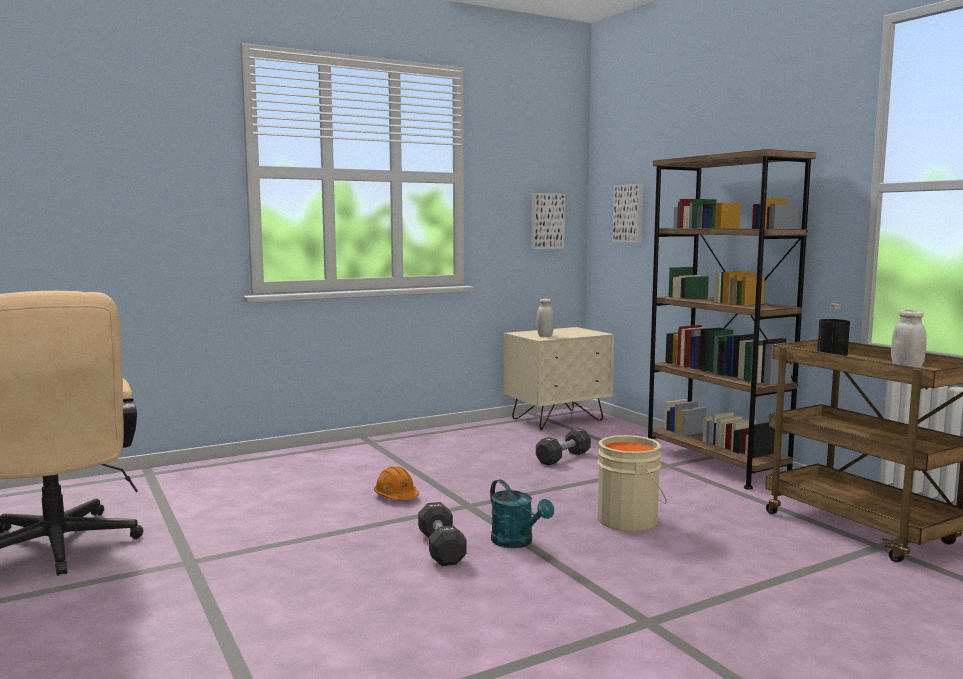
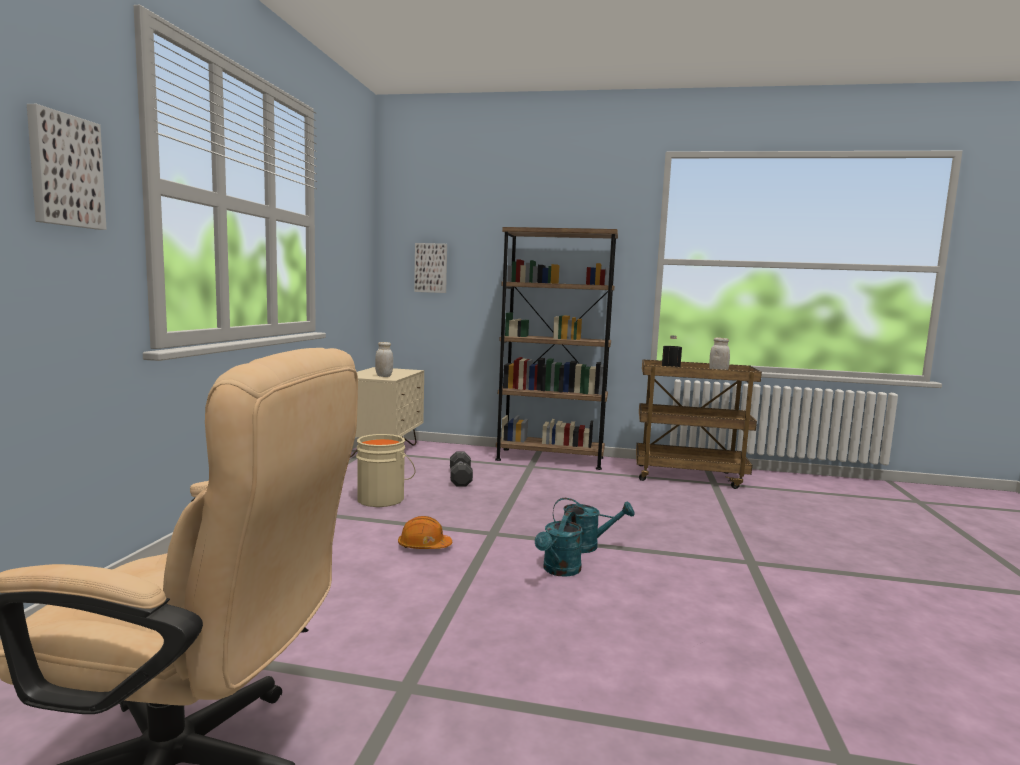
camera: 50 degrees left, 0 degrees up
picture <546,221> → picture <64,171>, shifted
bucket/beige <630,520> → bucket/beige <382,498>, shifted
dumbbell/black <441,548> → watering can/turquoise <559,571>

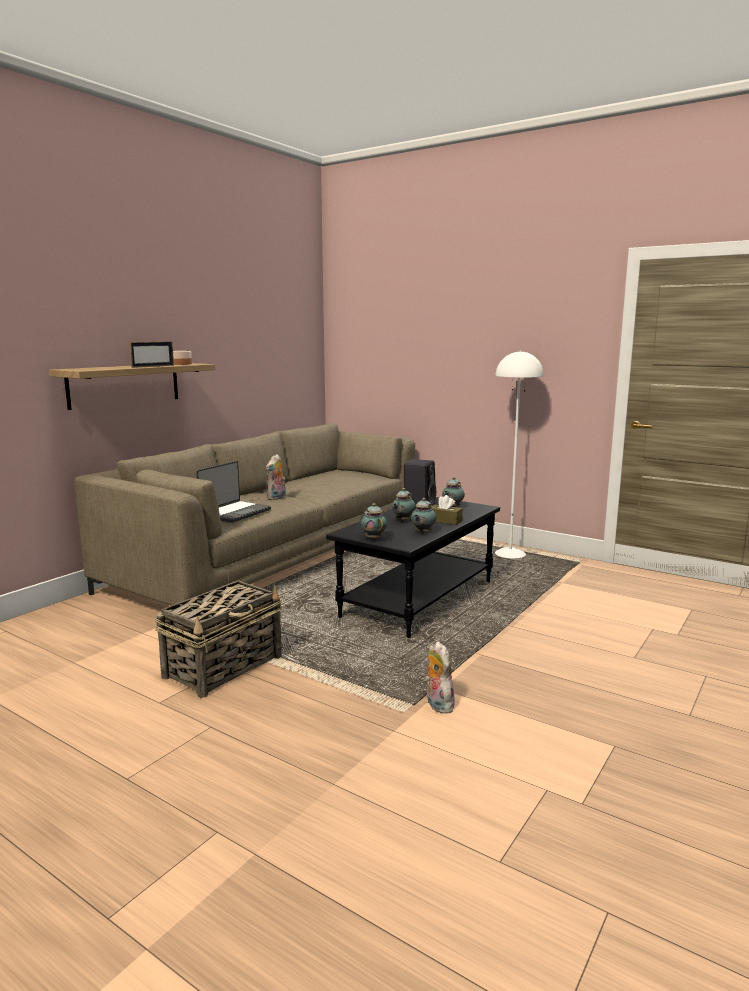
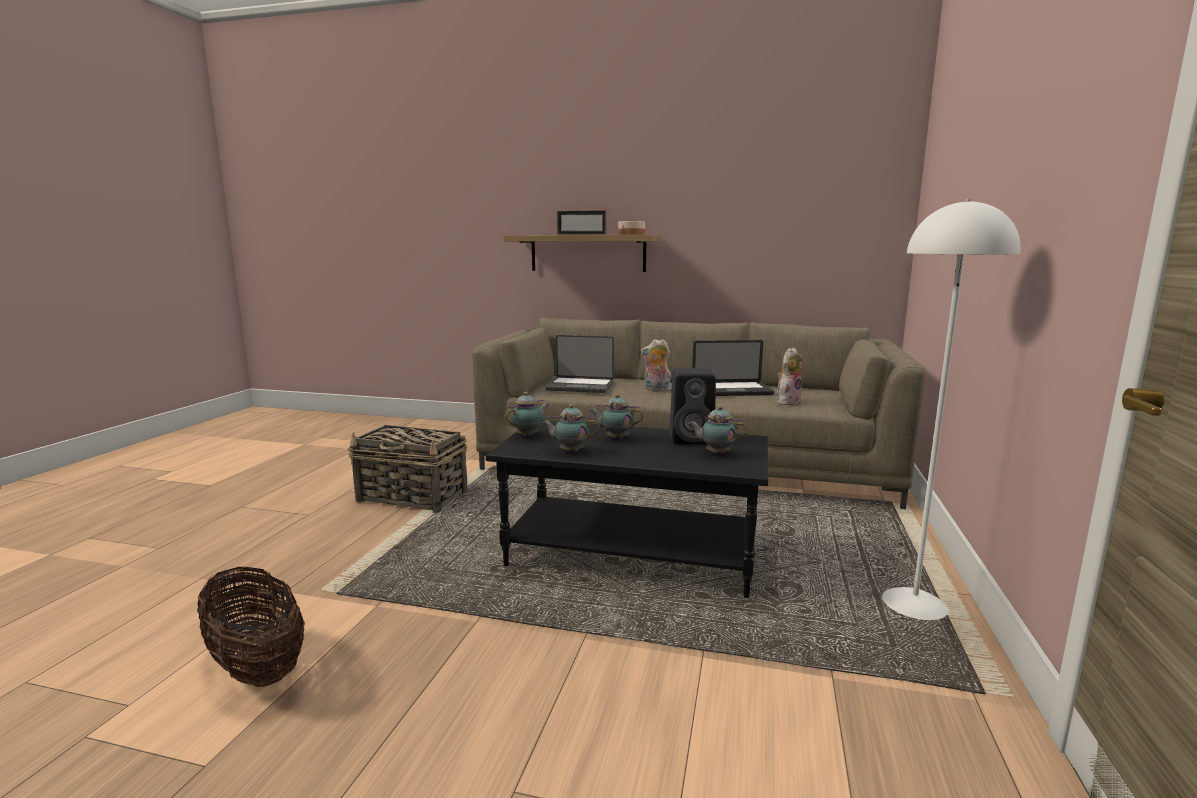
camera: 70 degrees right, 0 degrees up
tissue box/brown <445,521> → -
- → basket <257,666>
- → laptop <732,390>
plush toy <437,704> → plush toy <787,402>, shifted

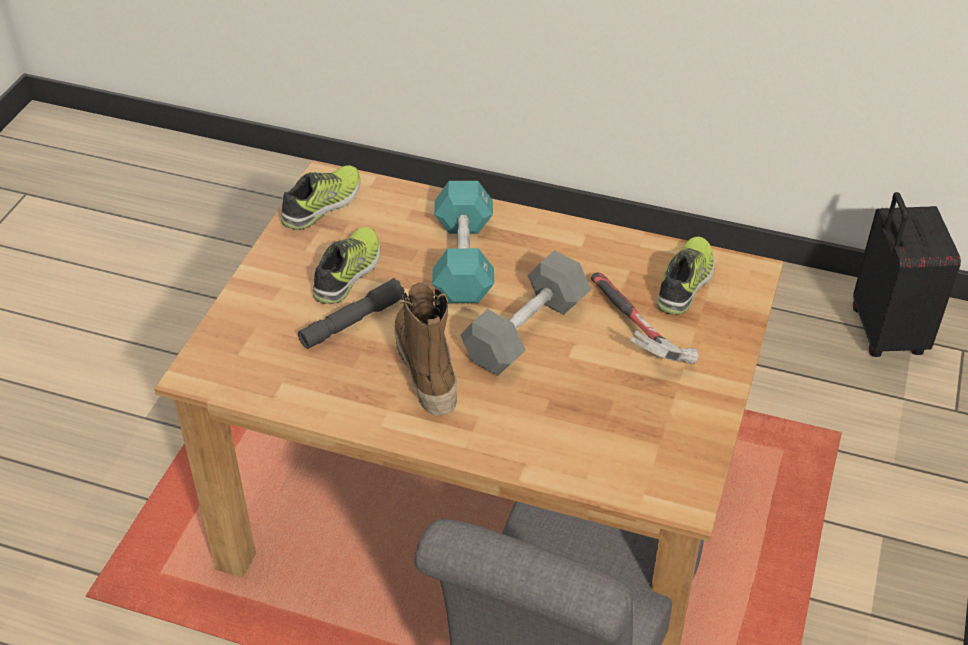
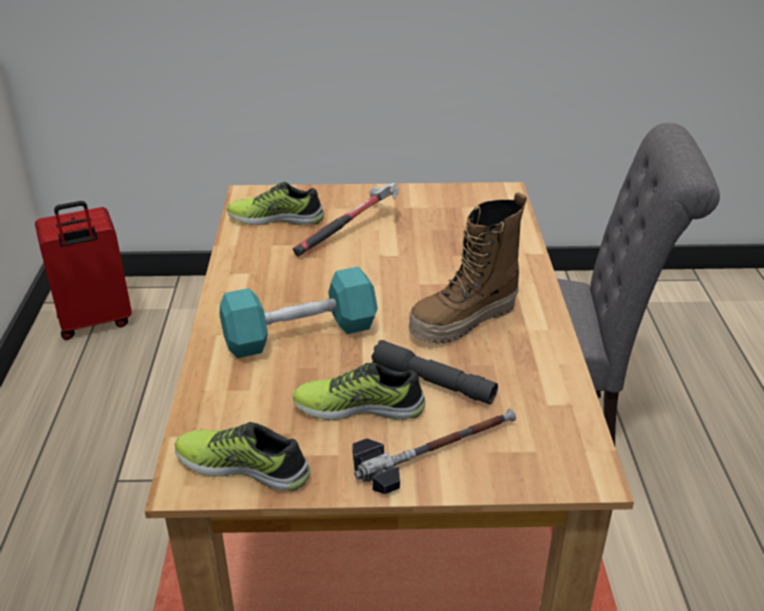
camera: 110 degrees left, 10 degrees down
dumbbell/grey <526,331> → -
- → hammer <436,449>
suitcase/black <884,333> → suitcase/red <95,322>

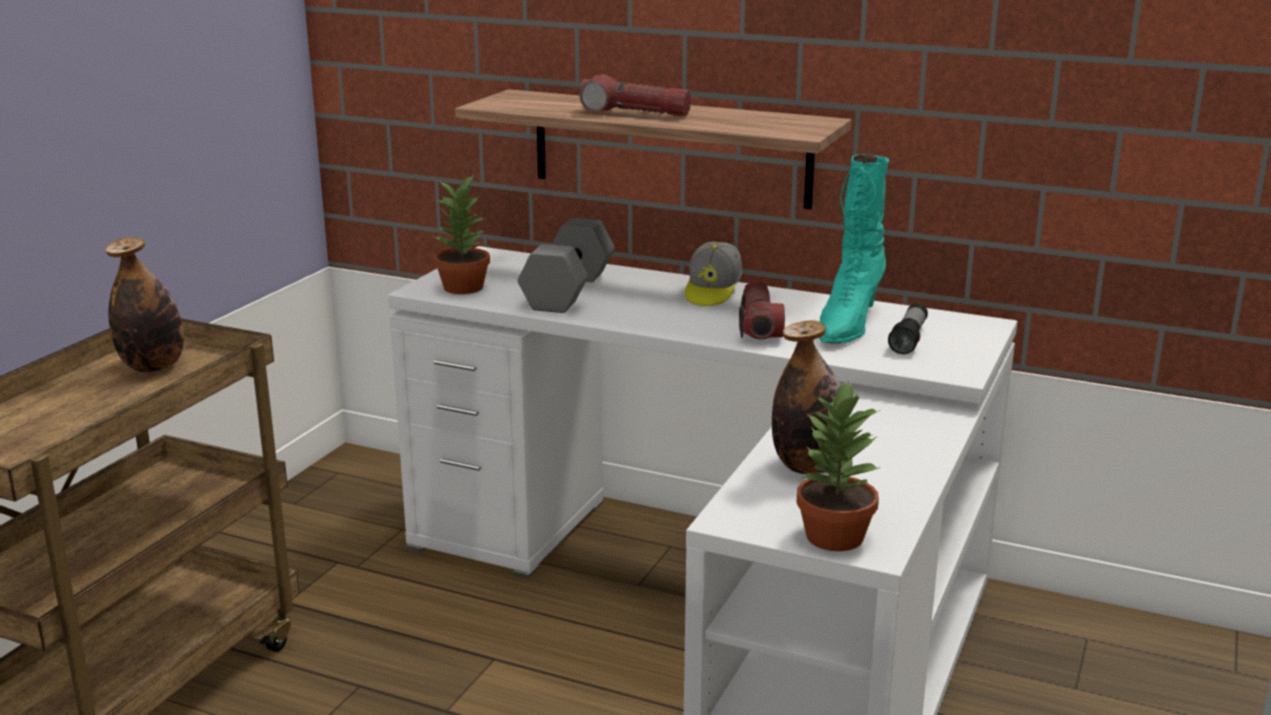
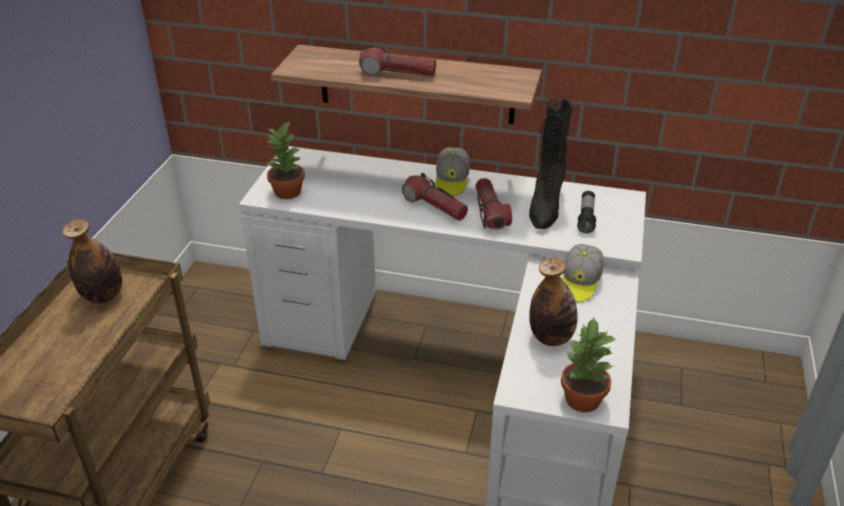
camera: 10 degrees left, 15 degrees up
dumbbell/grey <569,291> → -
- → flashlight <435,206>
- → cap <579,282>
boot/turquoise <848,324> → boot/black <545,206>

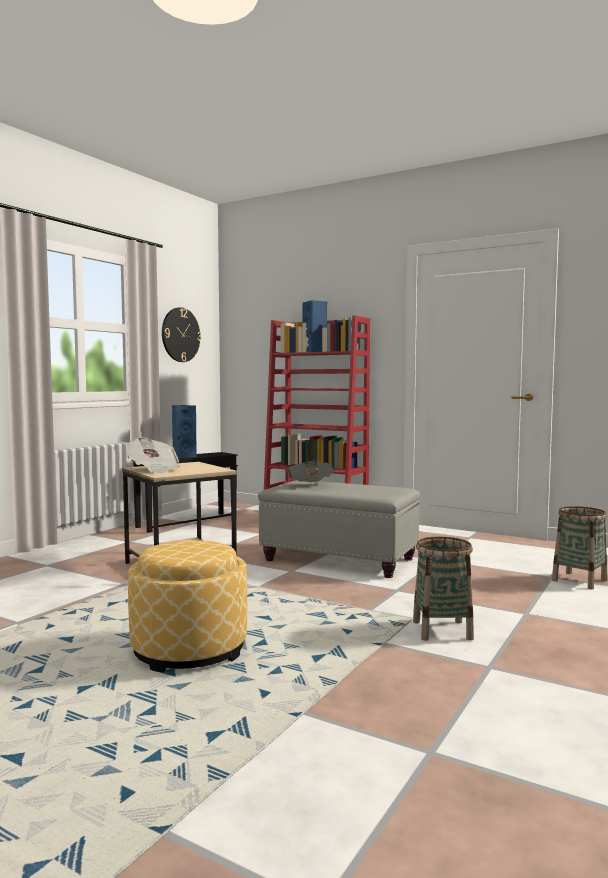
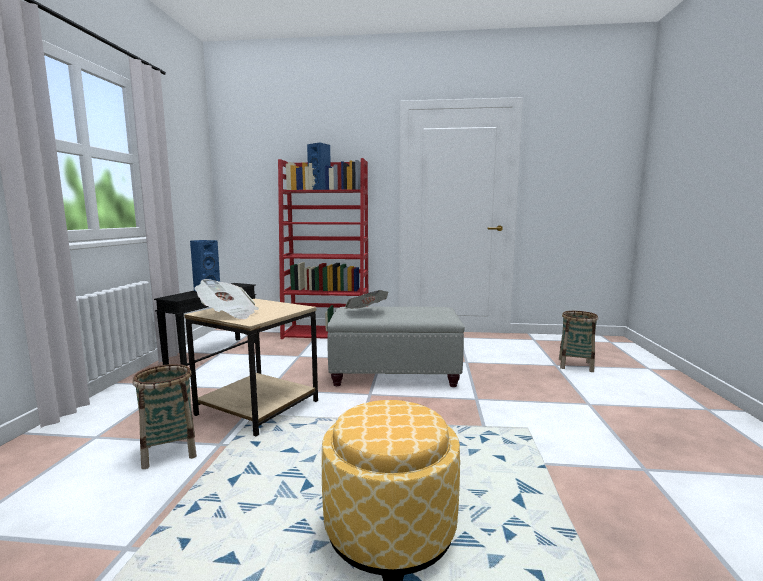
camera: 25 degrees left, 5 degrees up
wall clock <180,335> → -
basket <442,630> → basket <170,451>, shifted

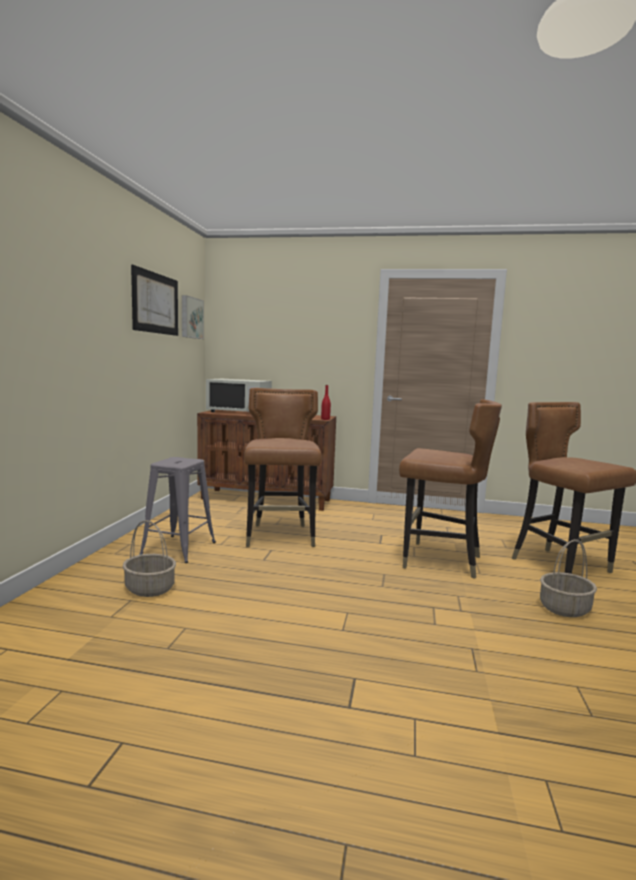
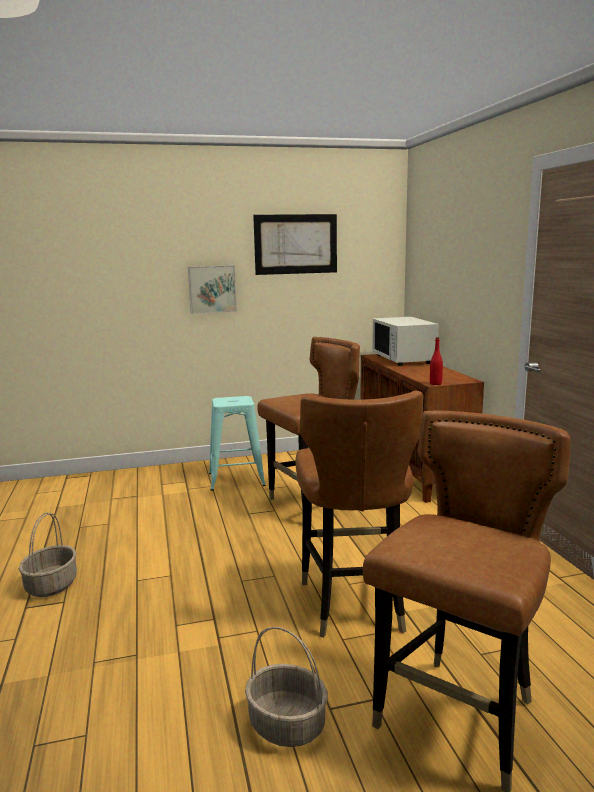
camera: 65 degrees right, 5 degrees up
basket <149,588> → basket <51,585>, shifted
picture <190,318> → picture <212,289>, shifted
stool/grey <179,548> → stool/turquoise <236,479>

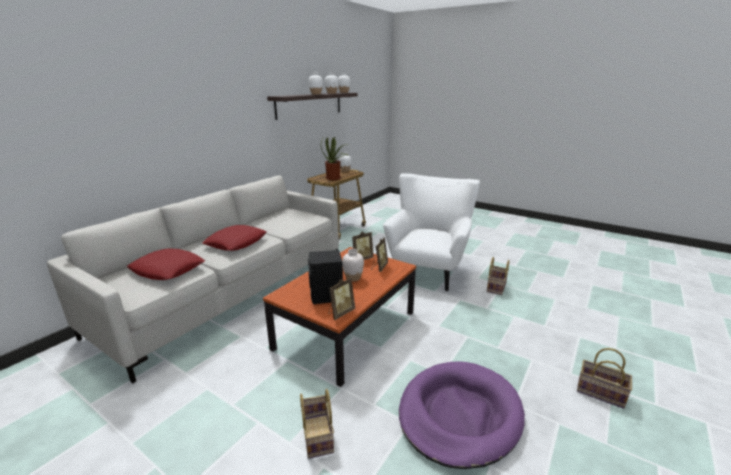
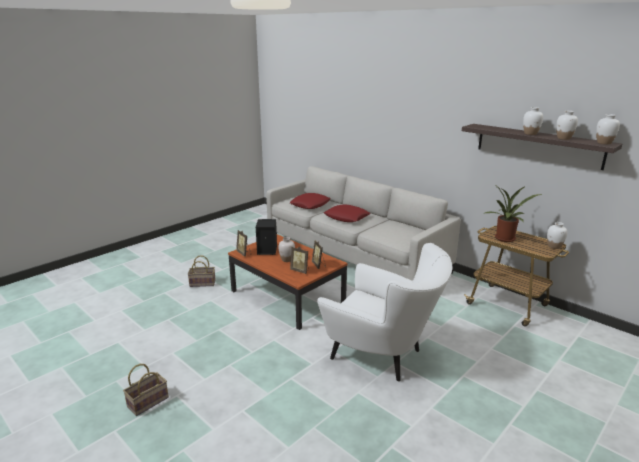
camera: 100 degrees right, 0 degrees up
dog bed/purple <459,415> → -
basket <496,287> → -

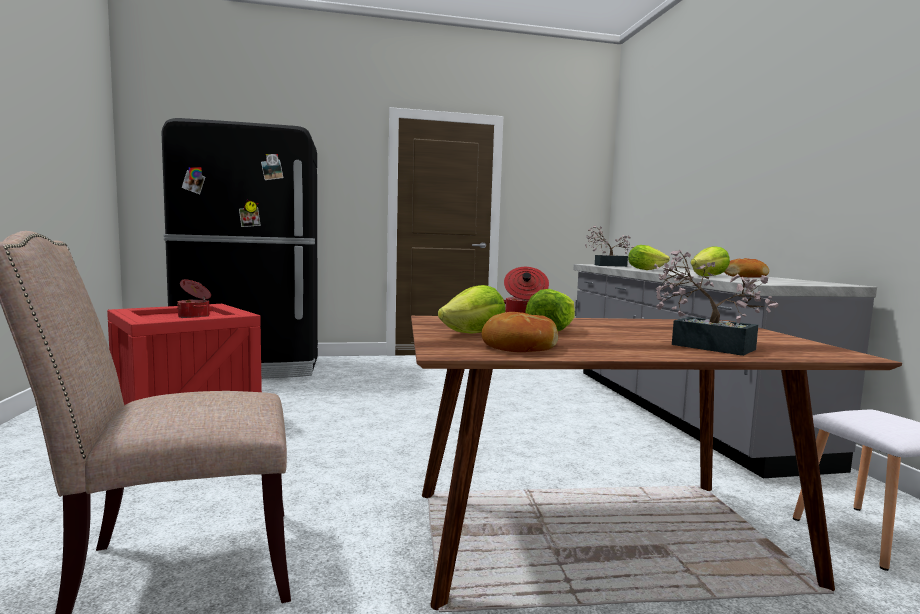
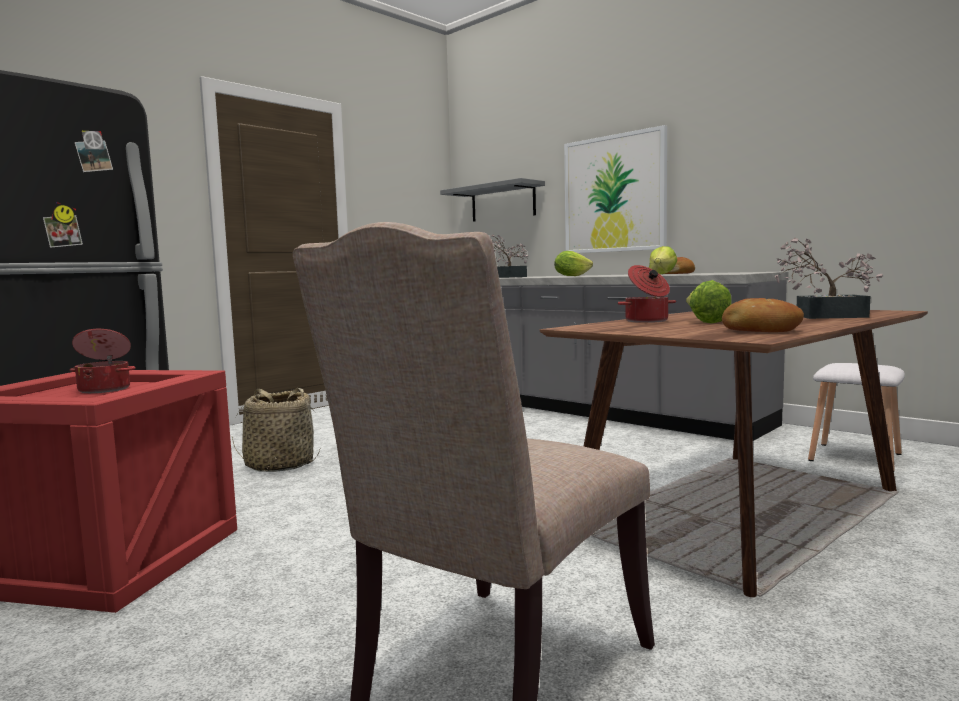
camera: 35 degrees left, 0 degrees up
lettuce <474,334> → -
- → basket <279,465>
- → shelf/grey <503,202>
- → picture <614,194>

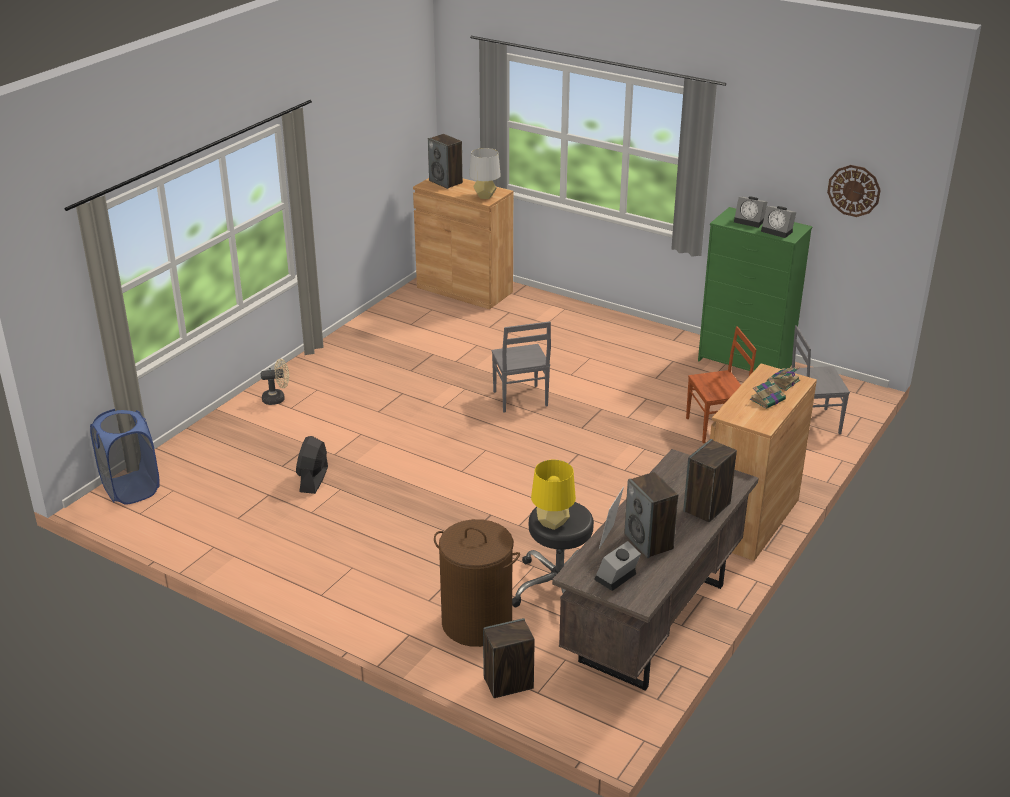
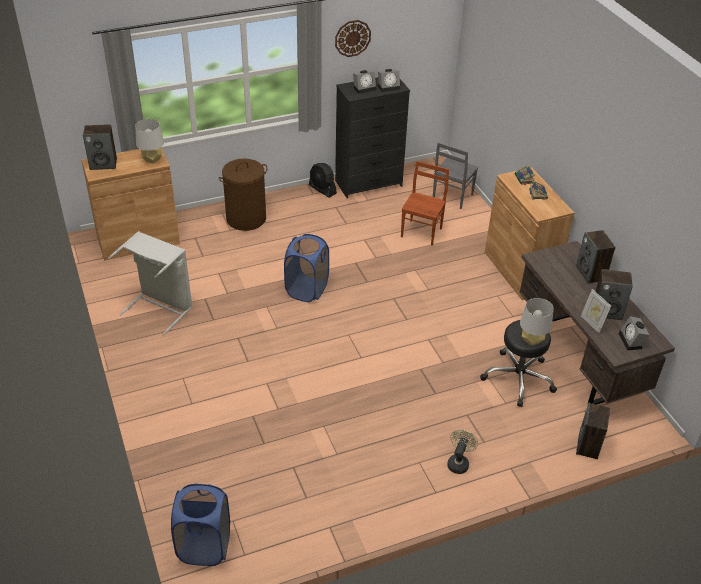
camera: 55 degrees left, 10 degrees up
- → laundry basket/grey <160,307>
fan/beige <277,399> → fan/beige <459,462>, shifted
fan/black <313,479> → fan/black <322,189>, shifted
laundry basket/brown <477,623> → laundry basket/brown <246,218>, shifted
wall clock <854,190> → wall clock <352,38>, shifted
chair/grey <519,399> → laundry basket/blue <307,289>
table lamp/yellow <552,523> → table lamp/grey <532,340>
dresser/green <745,363> → dresser/black <369,183>

